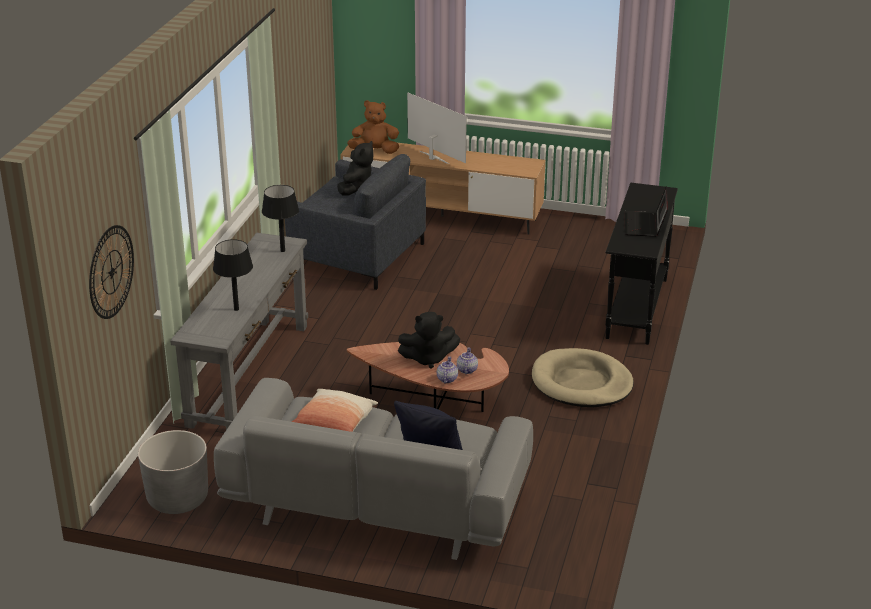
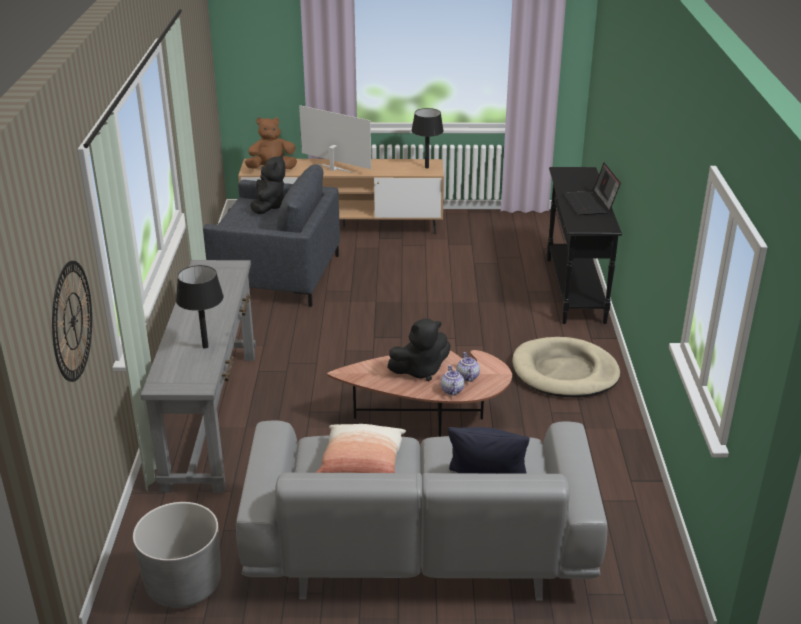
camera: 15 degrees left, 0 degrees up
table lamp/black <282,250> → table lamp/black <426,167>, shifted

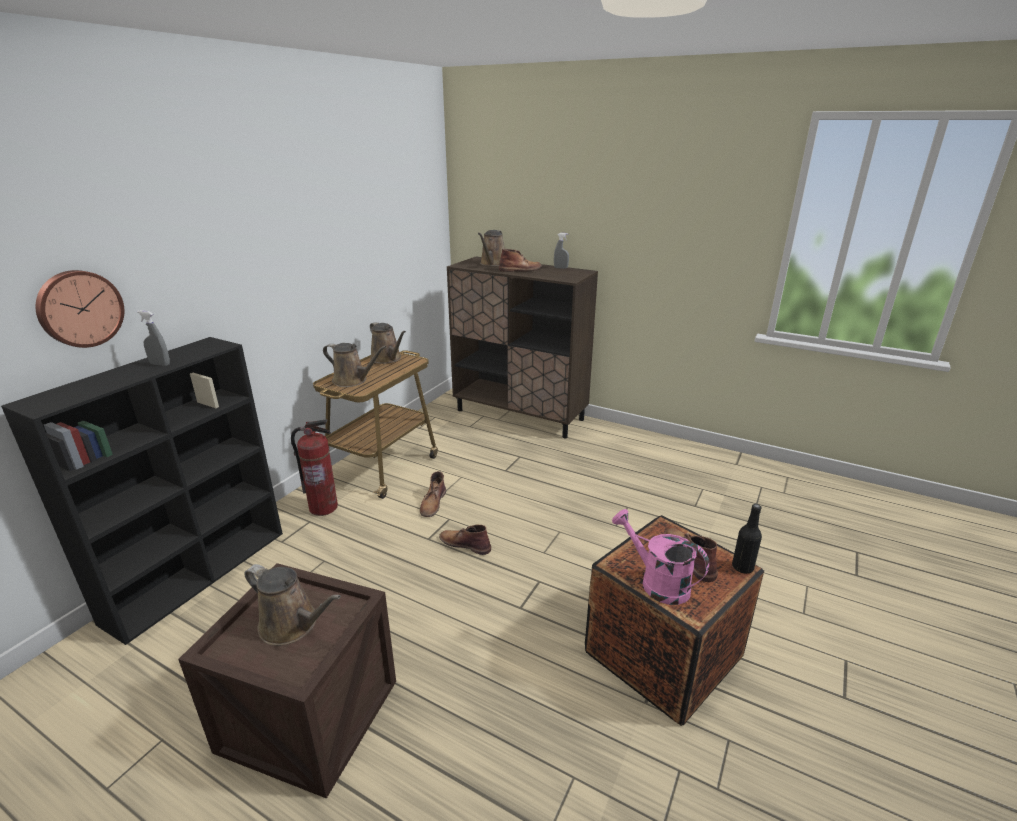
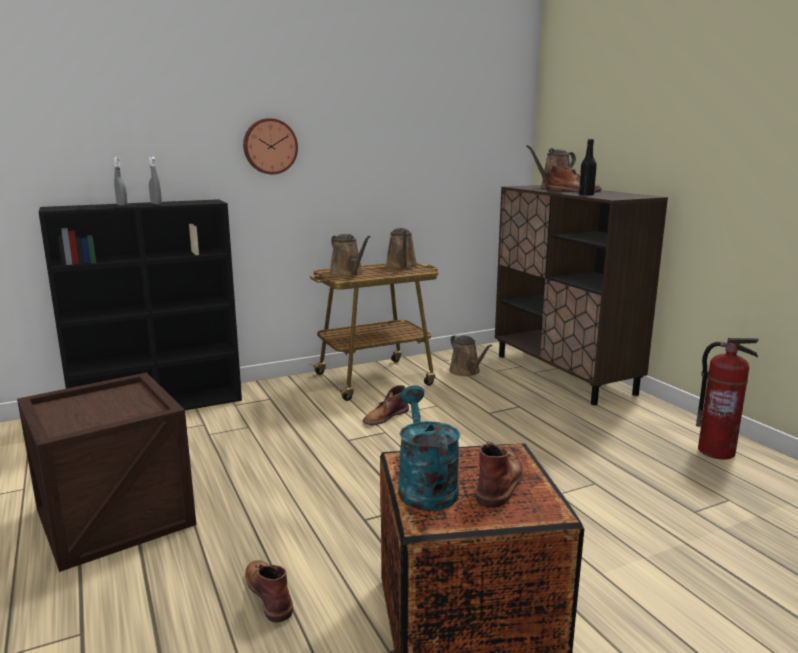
camera: 35 degrees right, 10 degrees down
wall clock <79,308> → wall clock <270,146>, shifted
watering can/brown <292,625> → watering can/brown <466,371>, shifted
fire extinguisher <323,507> → fire extinguisher <716,451>, shifted
boot/brown <465,544> → boot/brown <269,592>, shifted
spray bottle/grey <561,268> → spray bottle/grey <122,205>, shifted
bottle/black <742,567> → bottle/black <586,195>, shifted
watering can/pink <657,582> → watering can/turquoise <424,486>

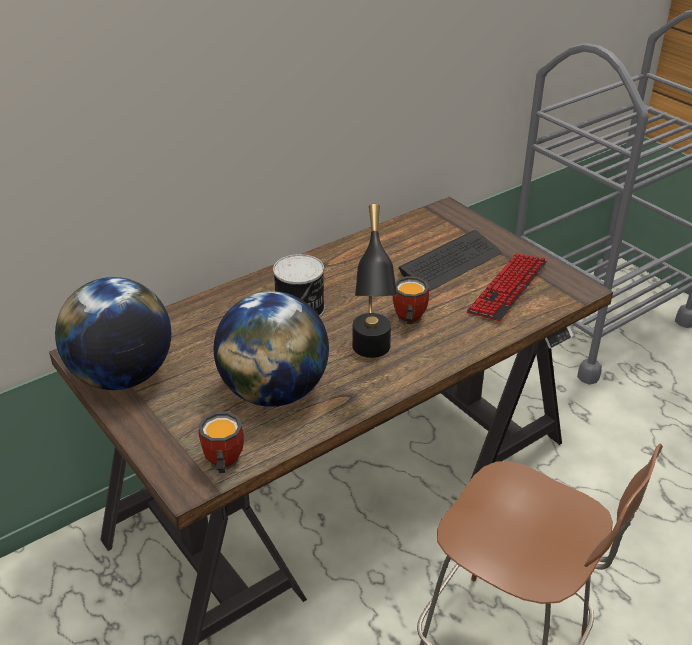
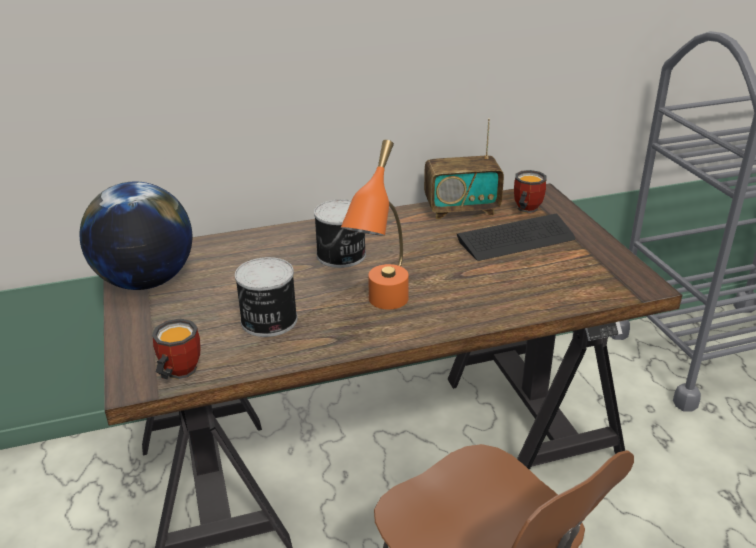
camera: 20 degrees right, 5 degrees down
keyboard <507,288> → -
- → radio <461,209>
mug <407,320> → mug <524,209>, shifted
globe <274,392> → can <268,321>
table lamp/black <372,358> → table lamp/orange <382,309>

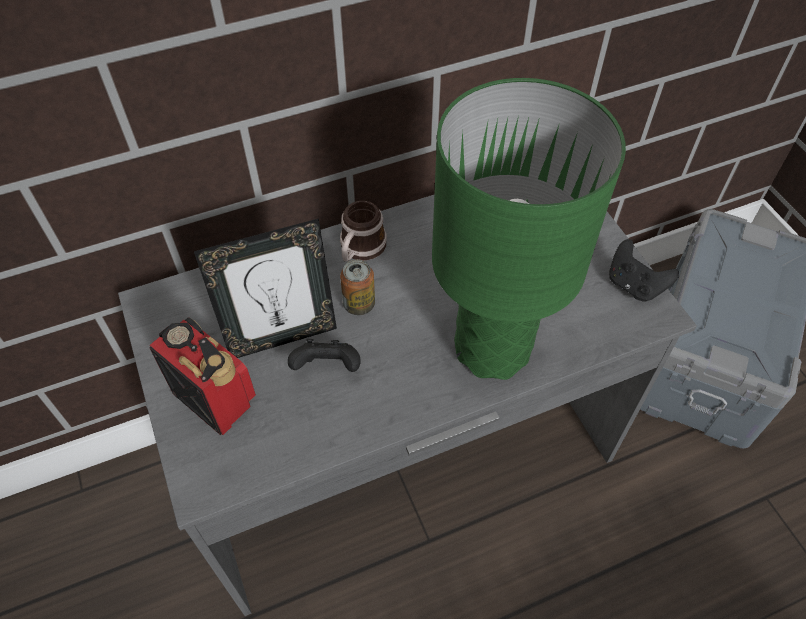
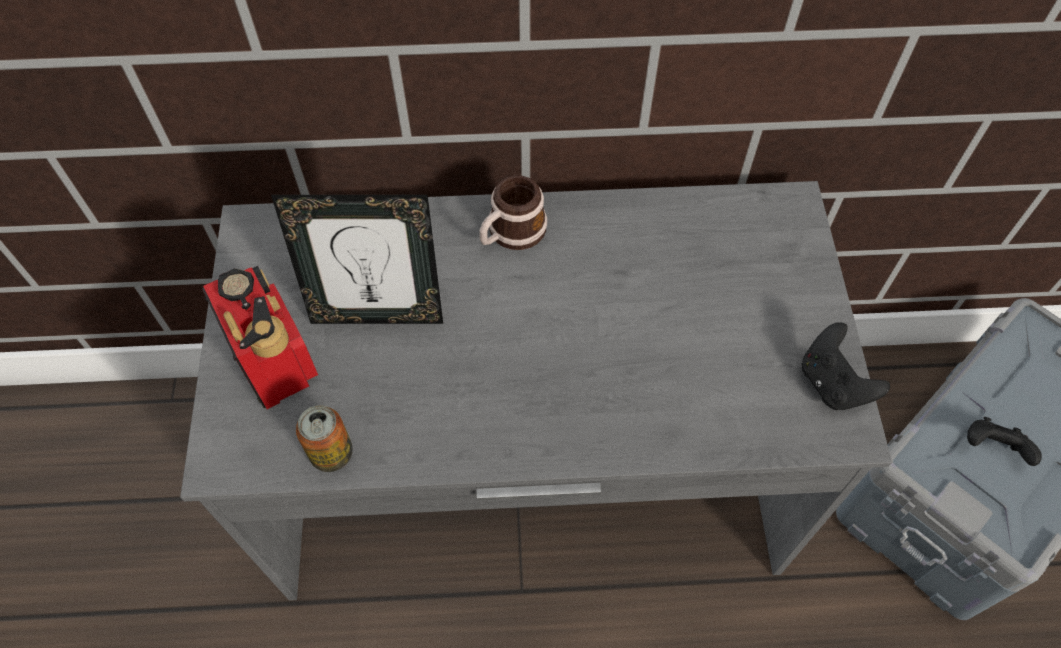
camera: 20 degrees right, 5 degrees up
table lamp/green <491,348> → -
game controller/black <327,367> → game controller/black <992,448>, shifted
can <359,304> → can <331,453>, shifted

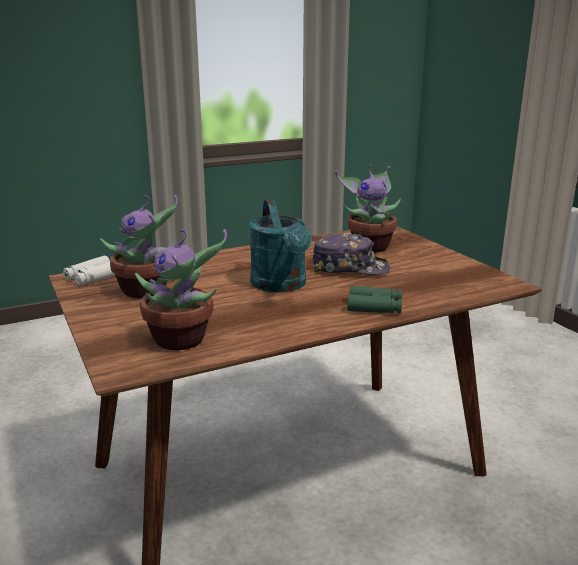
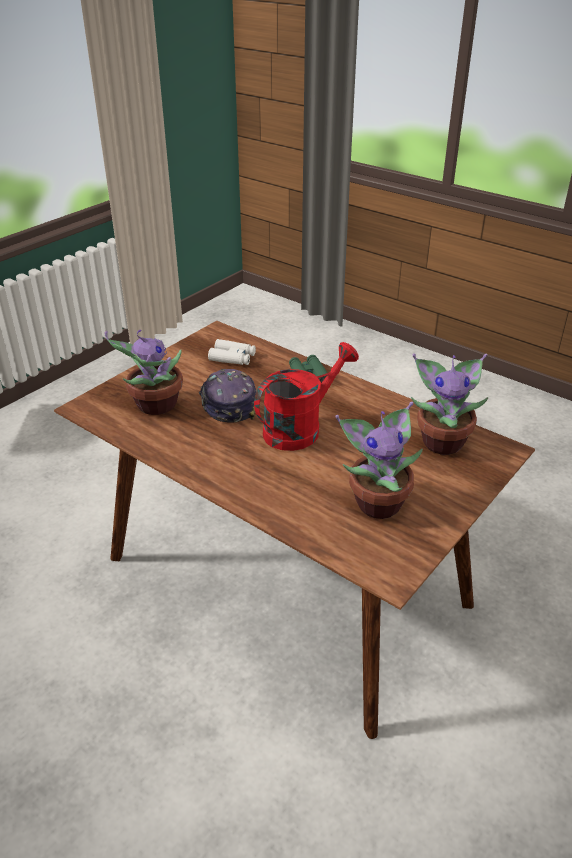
camera: 115 degrees left, 15 degrees up
binoculars/white <93,277> → binoculars/white <232,358>, shifted
watering can/turquoise <281,286> → watering can/red <300,428>

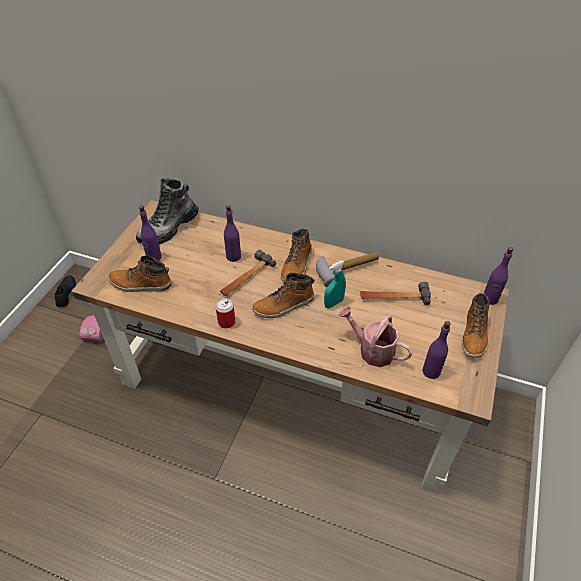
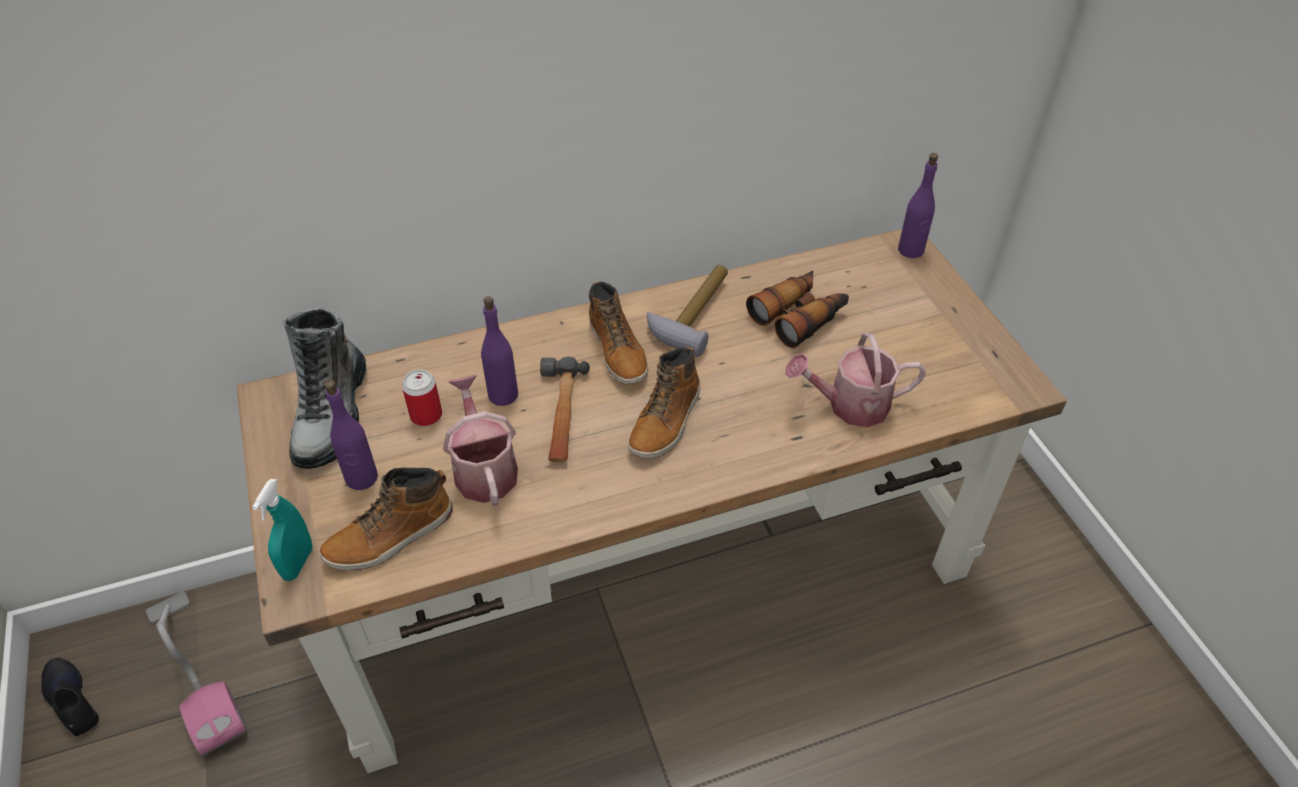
camera: 40 degrees left, 0 degrees up
bottle/purple <431,371> → -
boot <474,334> → -
- → watering can <484,468>
can <226,322> → can <426,415>, shifted
spray bottle/turquoise <333,303> → spray bottle/turquoise <298,563>, shifted
hammer <394,297> → binoculars <799,316>

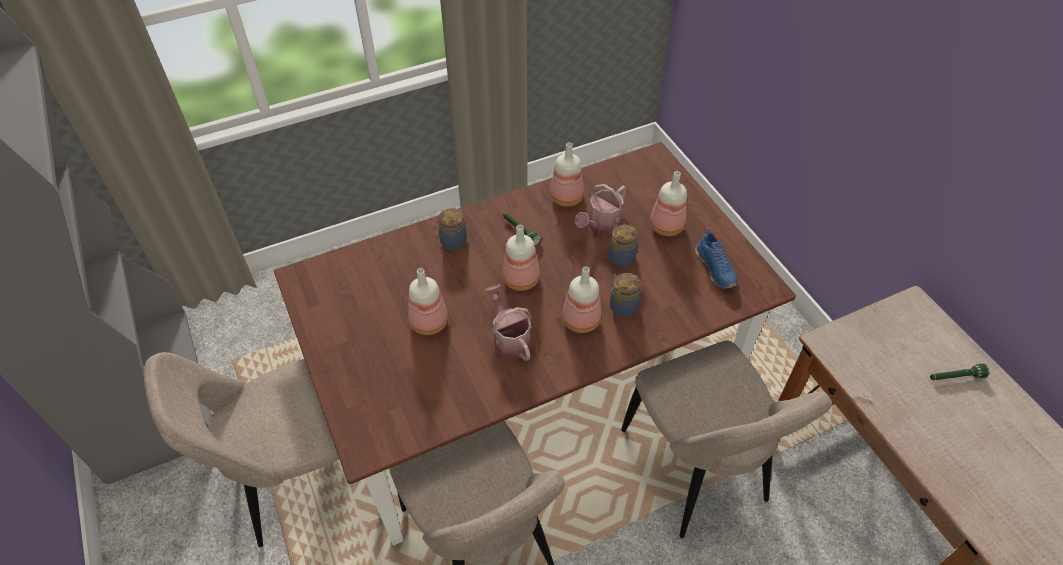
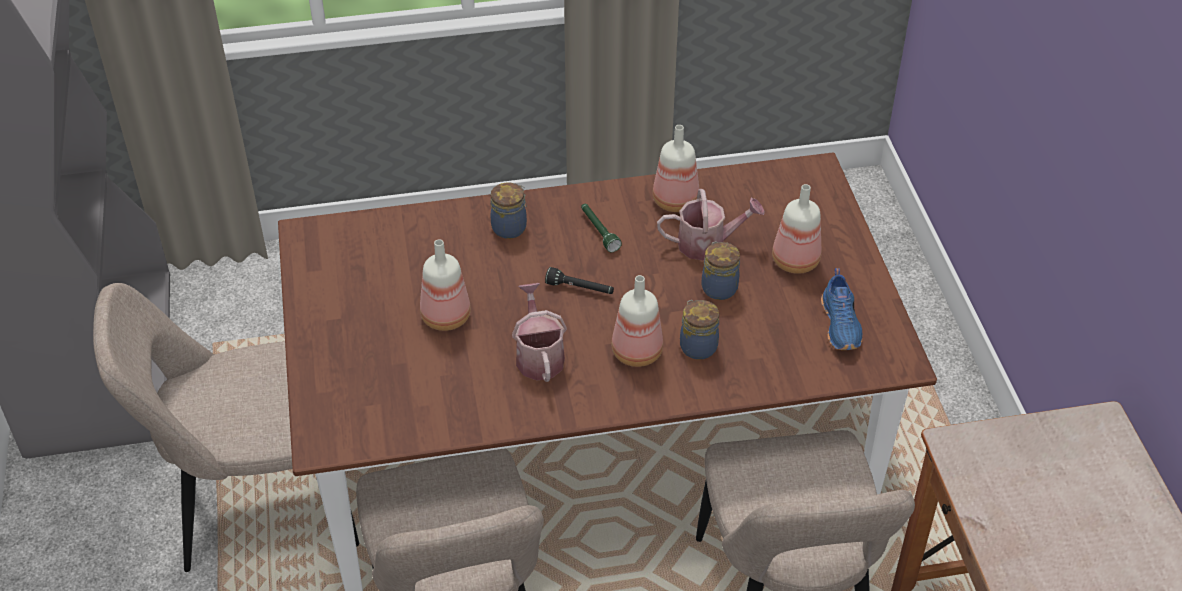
camera: 15 degrees right, 5 degrees down
flashlight/green <955,377> → -
bottle <522,279> → flashlight/black <580,289>
watering can <601,225> → watering can <707,244>, 150 degrees counterclockwise

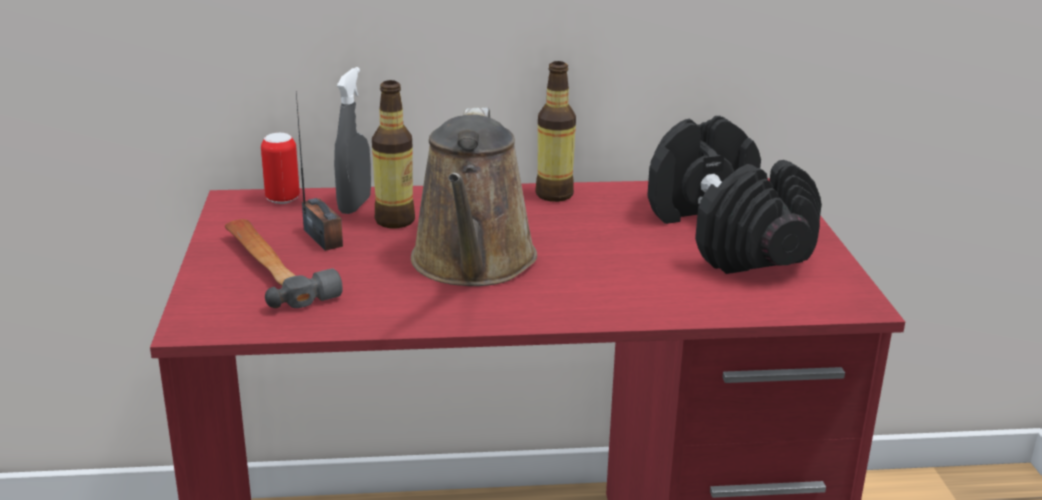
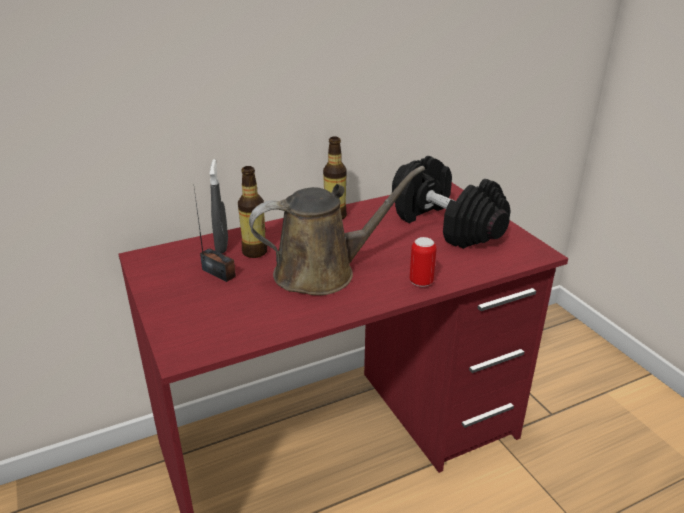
camera: 20 degrees left, 5 degrees up
hammer <272,269> → -
can <282,199> → can <421,282>, shifted
watering can/brown <473,264> → watering can/brown <322,272>, 90 degrees counterclockwise

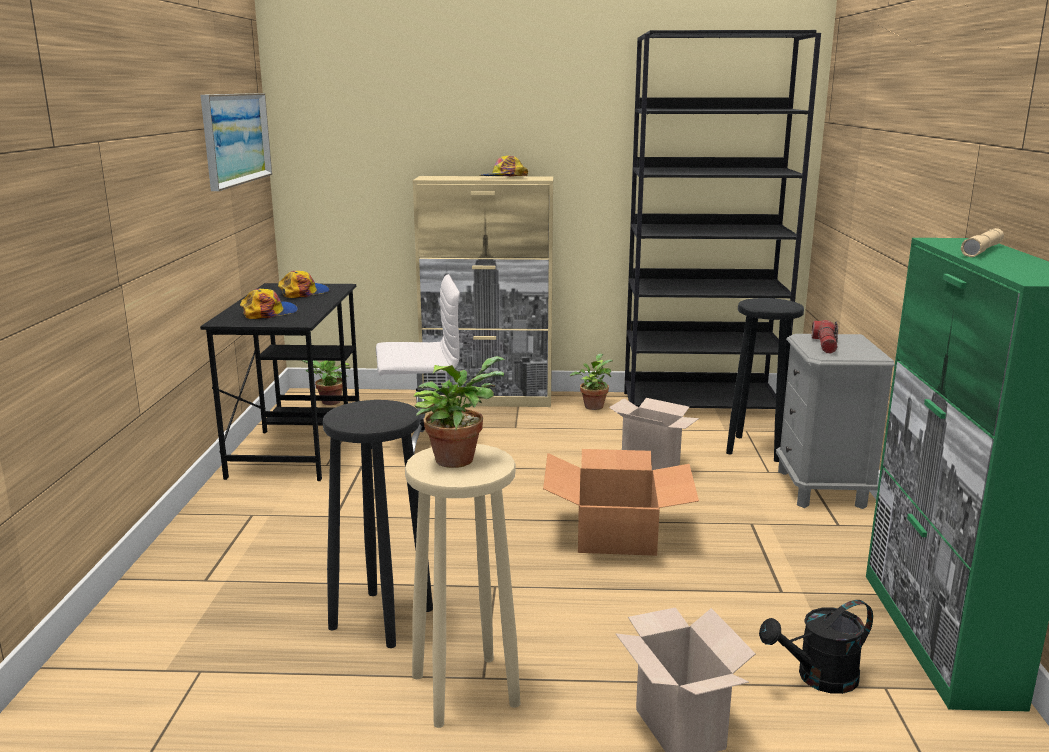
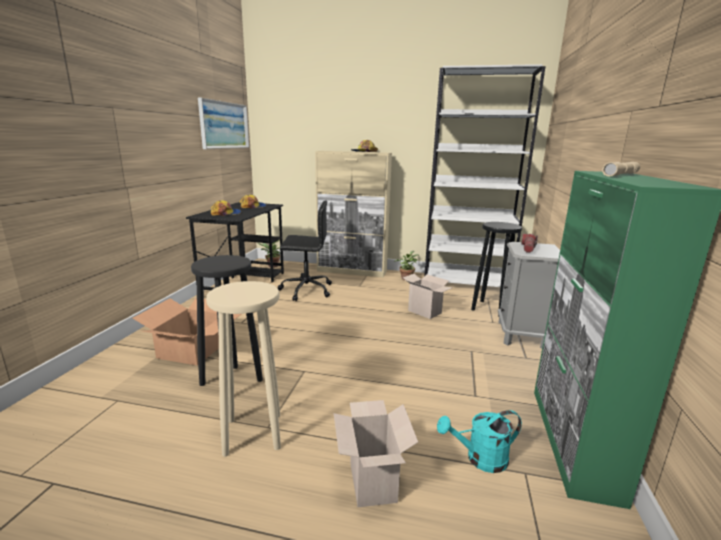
camera: 10 degrees right, 0 degrees up
potted plant <457,458> → -
cardboard box <617,533> → cardboard box <194,349>, shifted
office chair/white <420,444> → office chair/black <305,290>
bookcase/black <701,406> → bookcase/white <466,283>
watering can/black <818,678> → watering can/turquoise <480,459>

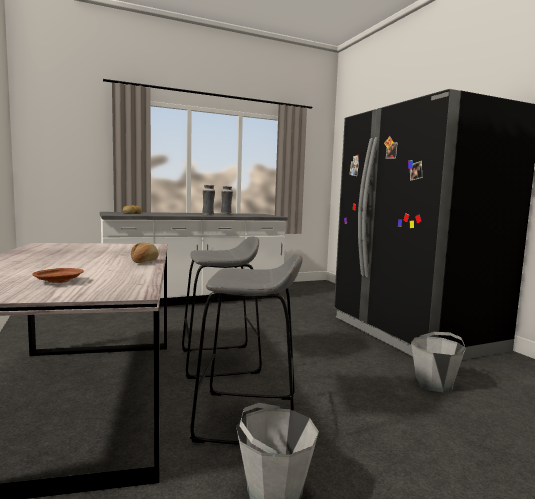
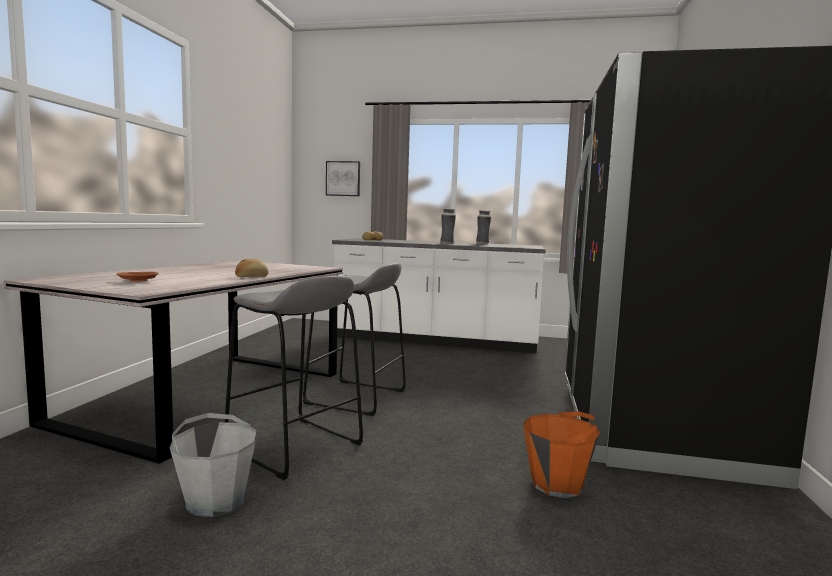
camera: 35 degrees right, 0 degrees up
- → picture <343,178>
bucket/grey <434,384> → bucket/orange <557,484>

